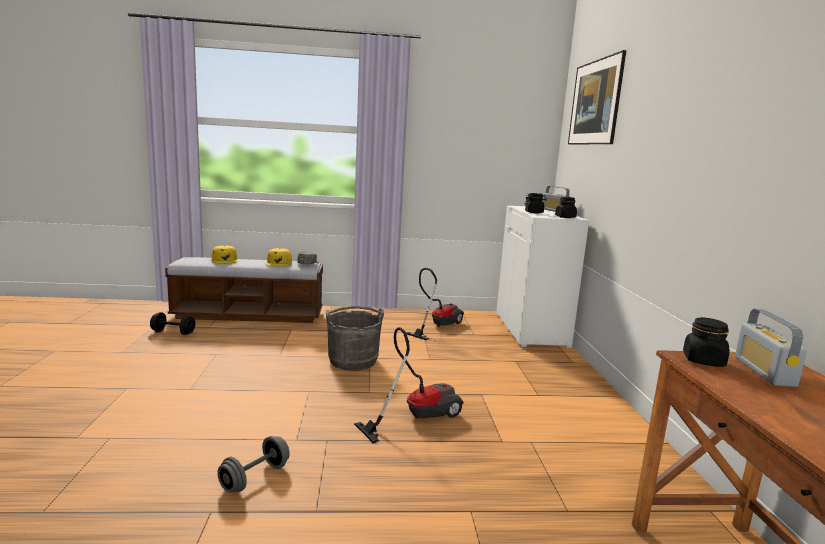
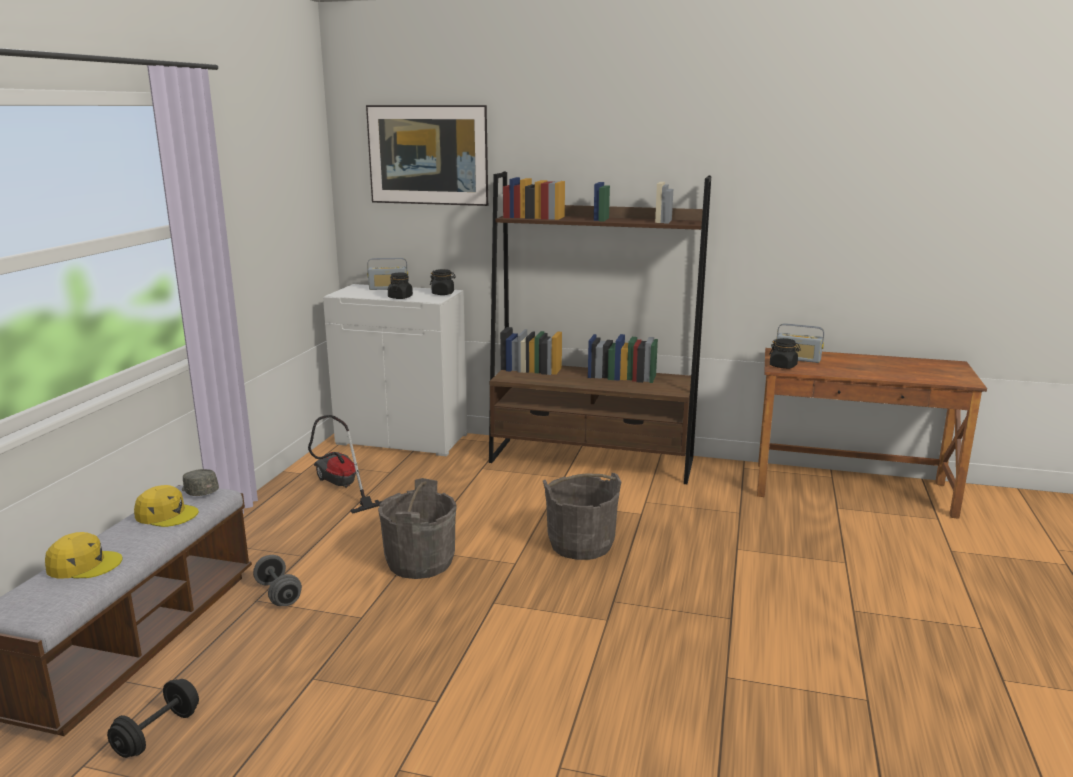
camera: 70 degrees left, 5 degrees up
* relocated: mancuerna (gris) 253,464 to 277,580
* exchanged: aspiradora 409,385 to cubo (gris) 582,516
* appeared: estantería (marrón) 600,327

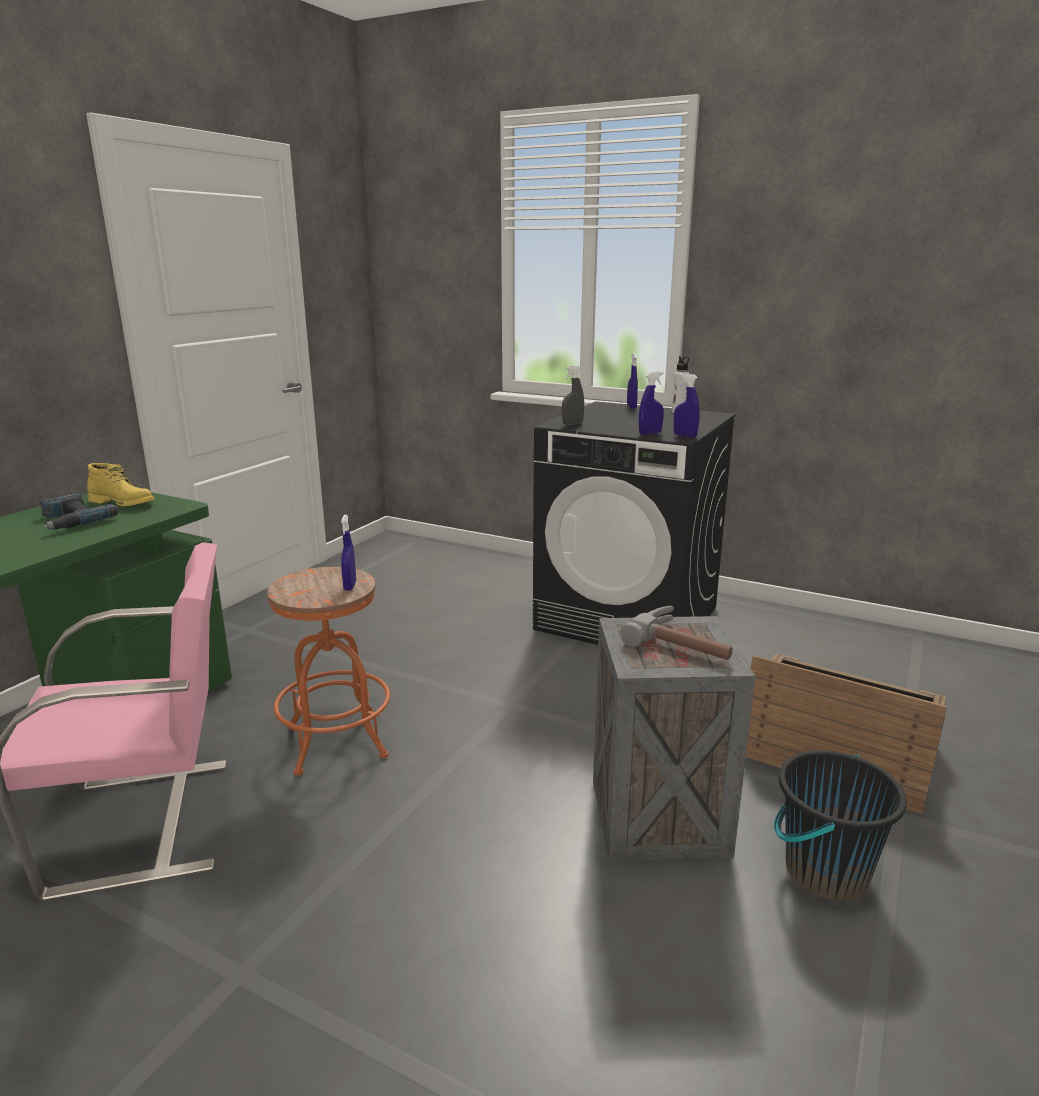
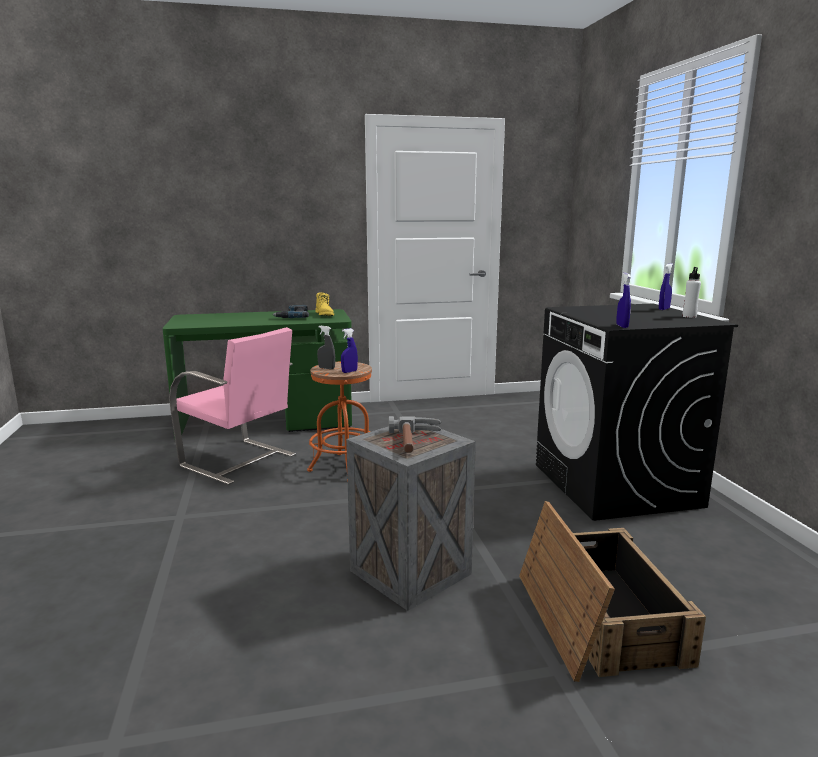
camera: 50 degrees right, 5 degrees down
* relocated: pulverizador (gris) 573,395 to 326,347
* missing: pulverizador (azul) 651,403
* missing: cubo (negro) 840,825

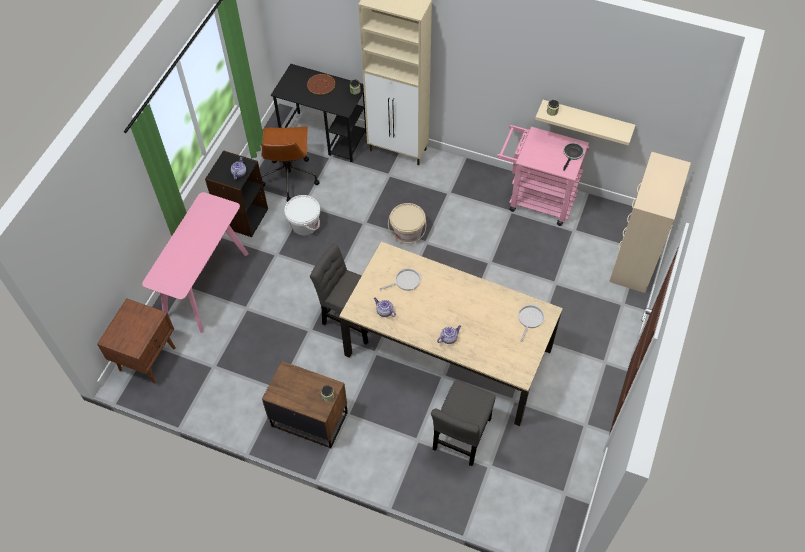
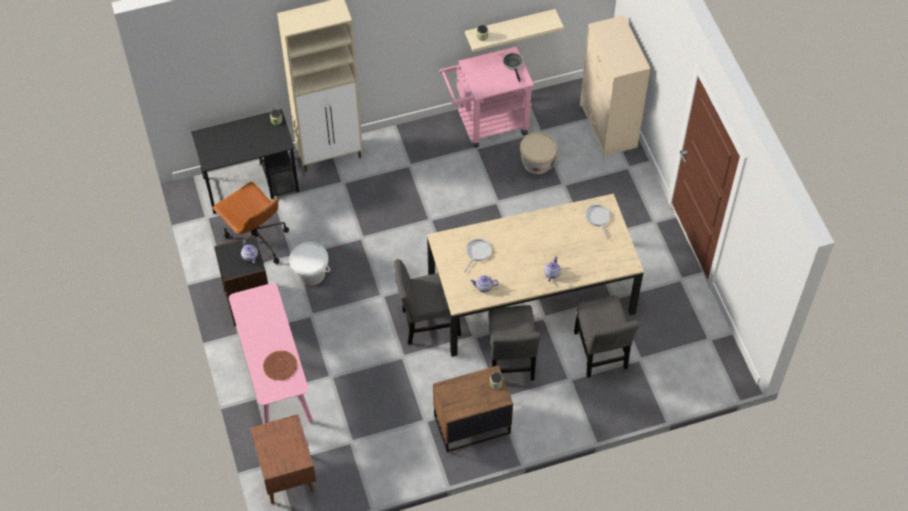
camera: 40 degrees left, 0 degrees up
* relocated: plato (marrón) 321,84 to 280,365
* relocated: cubo (beis) 407,223 to 539,153
* appeared: silla (gris) 515,343

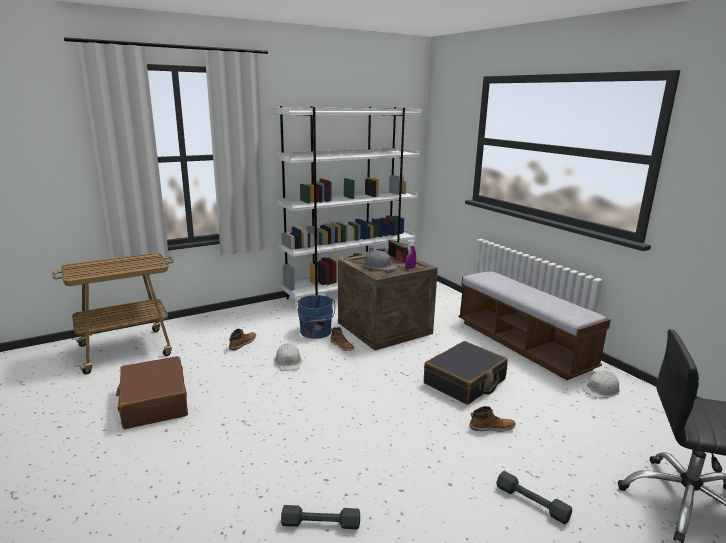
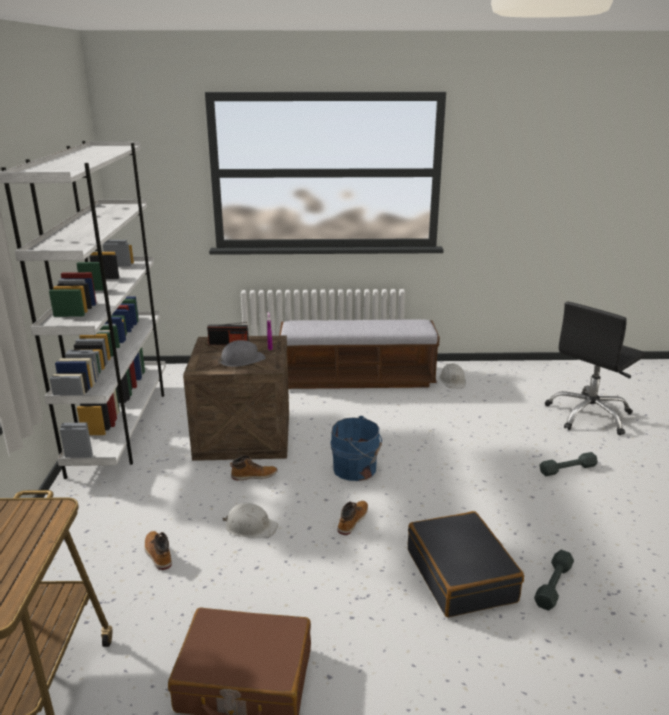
camera: 60 degrees left, 5 degrees up
* relocated: cubo (azul) 315,317 to 356,448
* relocated: maleta (negro) 466,373 to 466,564
* relocated: bota 493,419 to 353,518

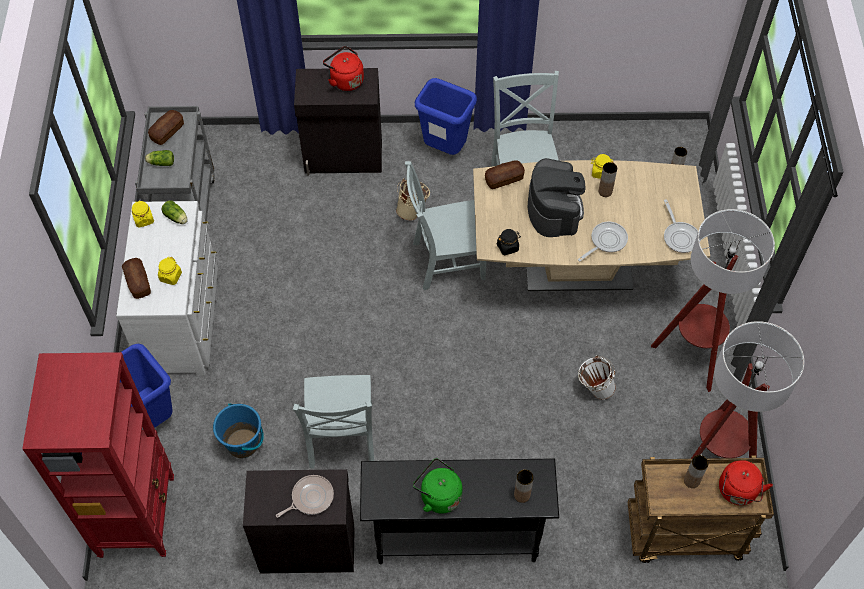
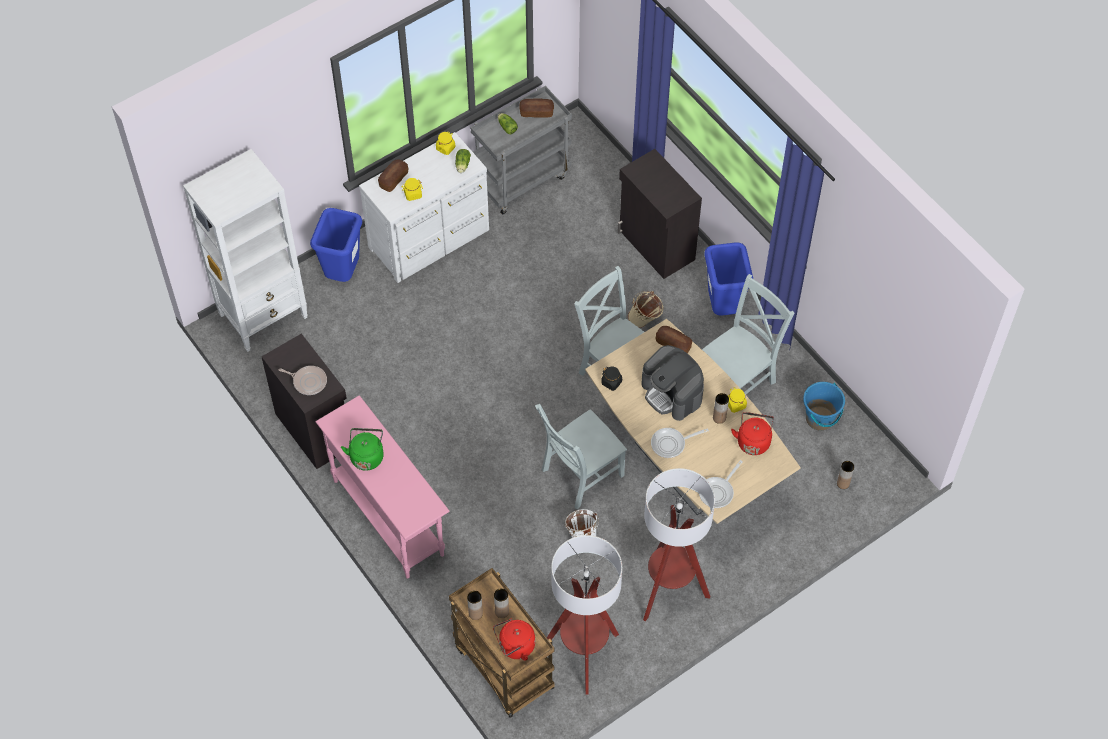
camera: 55 degrees right, 0 degrees up
* colour: estantería (rojo) 98,455 to estantería (blanco) 245,250
* relocated: cubo (azul) 238,430 to 824,406
* relocated: silla (gris) 333,422 to 581,456
* relocated: hervidor (rojo) 343,68 to 752,433
* colour: mesa consola (negro) 459,511 to mesa consola (rosa) 383,487
* relocated: florero (marrón) 524,486 to 475,605
* spun: cafetera 557,197 = 672,383 90 degrees clockwise
* spun: sartén 603,242 = 680,443 150 degrees clockwise

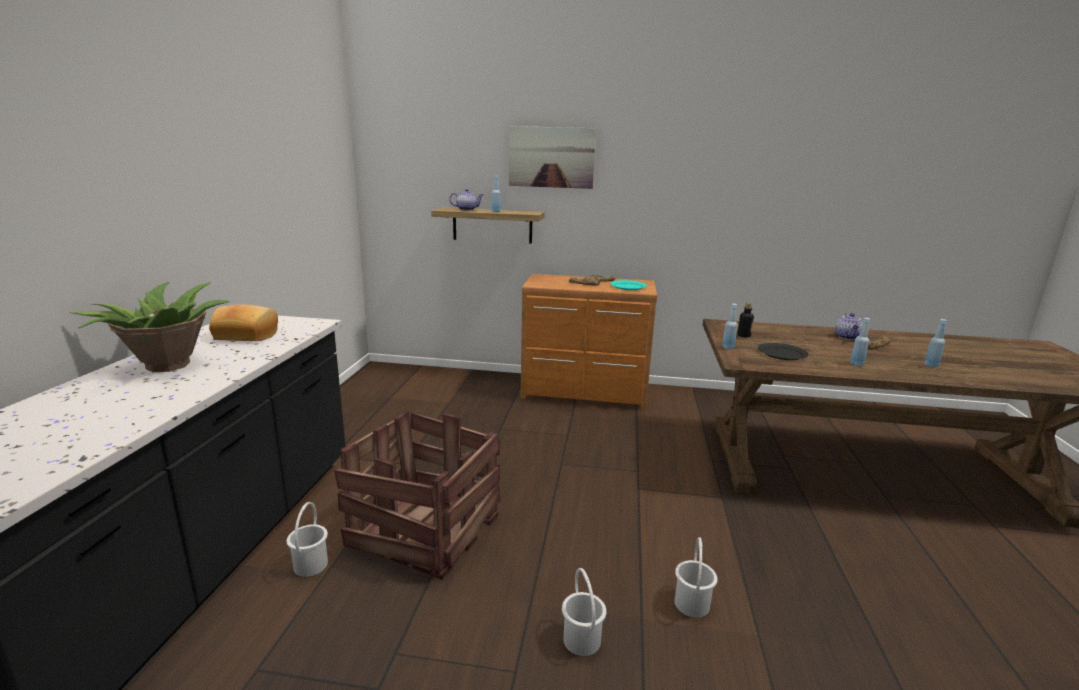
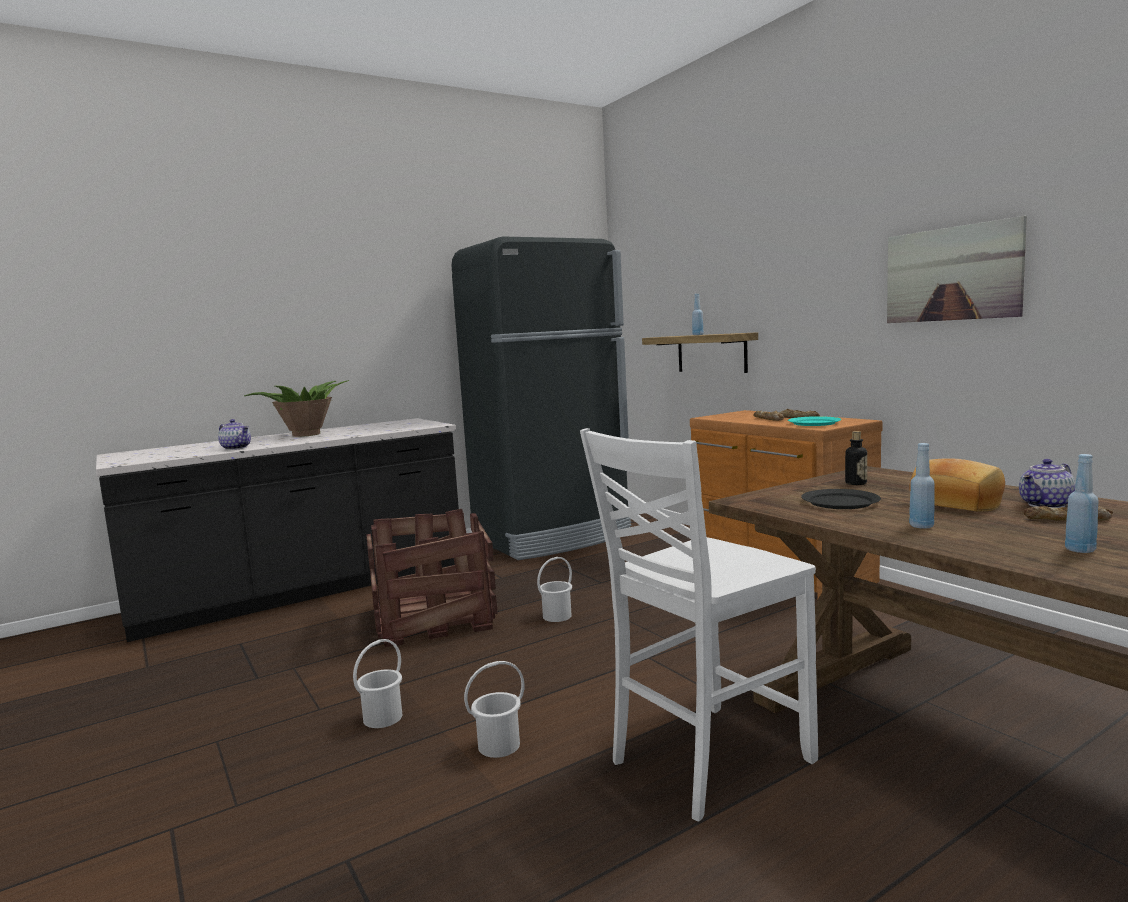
camera: 50 degrees right, 10 degrees down
* relocated: pan 243,322 to 957,485
* relocated: cubo (blanco) 307,539 to 554,589
* relocated: tetera 466,200 to 234,434
* relocated: cuadro 552,157 to 957,269
* missing: botella (azul) 729,326
* appeared: nevera (negro) 541,398
* appeared: silla (blanco) 699,624

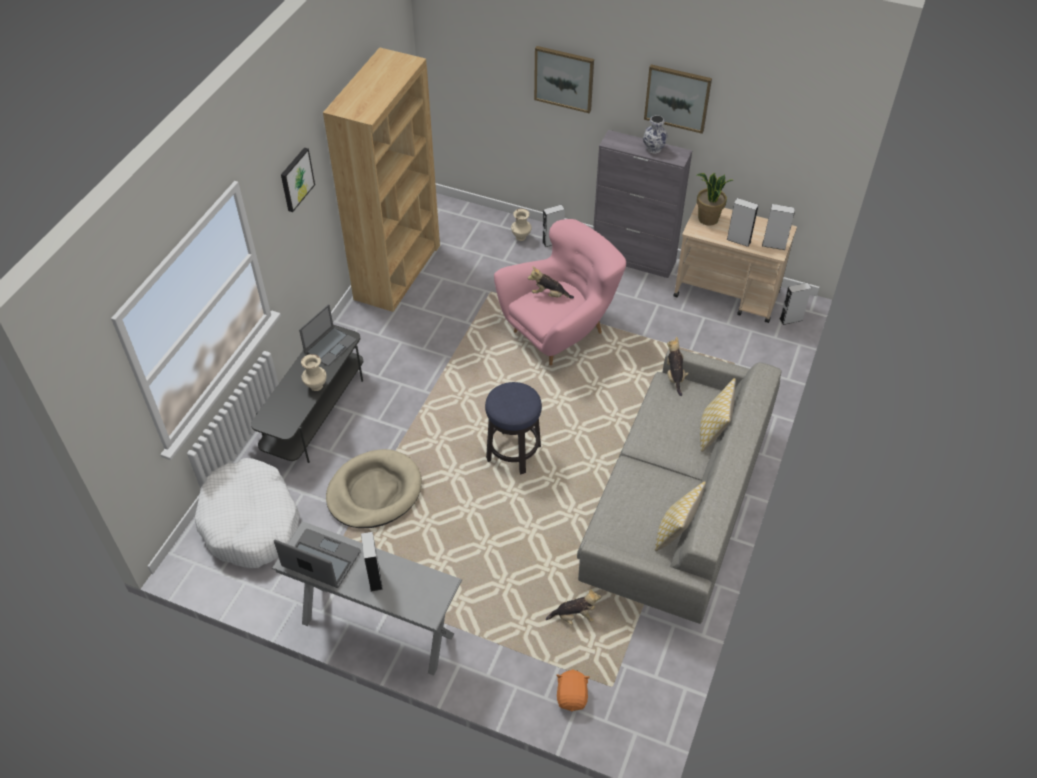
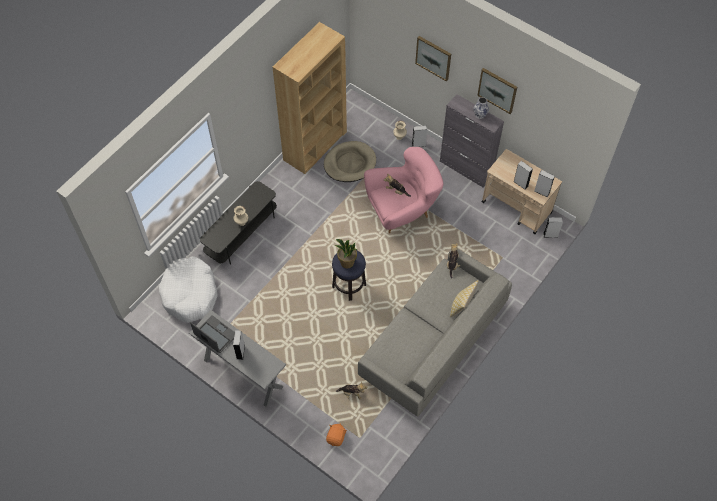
camera: 15 degrees right, 10 degrees up
* missing: cuadro 298,179
* missing: portátil 328,335
* relocated: cama para perro (beis) 374,488 to 350,161
* missing: cojín 680,516
* relocated: planta en maceta 715,199 to 346,253

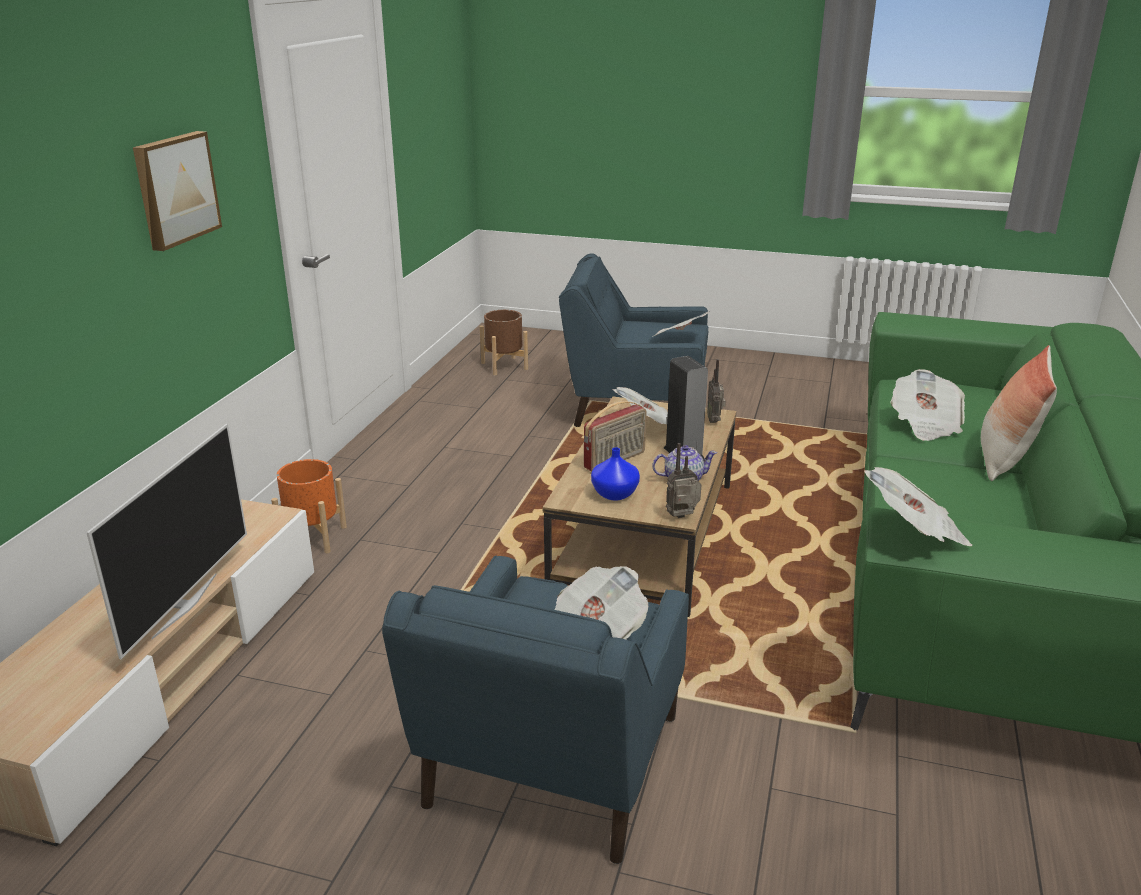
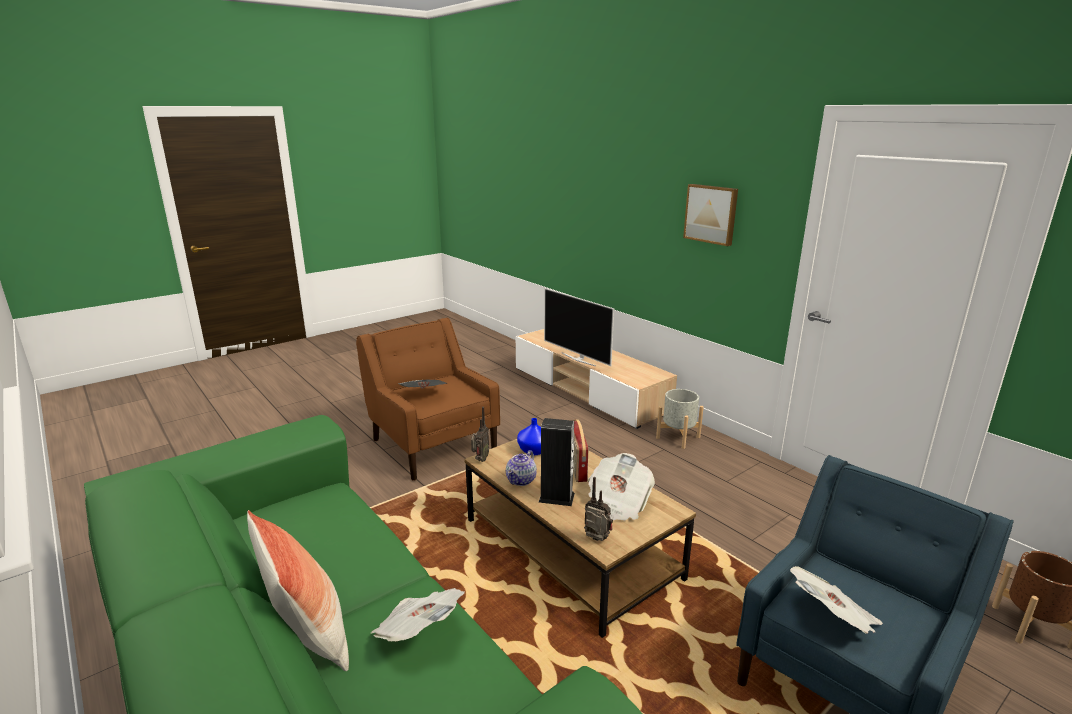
camera: 125 degrees right, 5 degrees down
* colour: maceta (naranja) 309,506 to maceta (gris) 680,419
* colour: sillón (azul) 535,710 to sillón (marrón) 428,399
* missing: periódico 918,506

